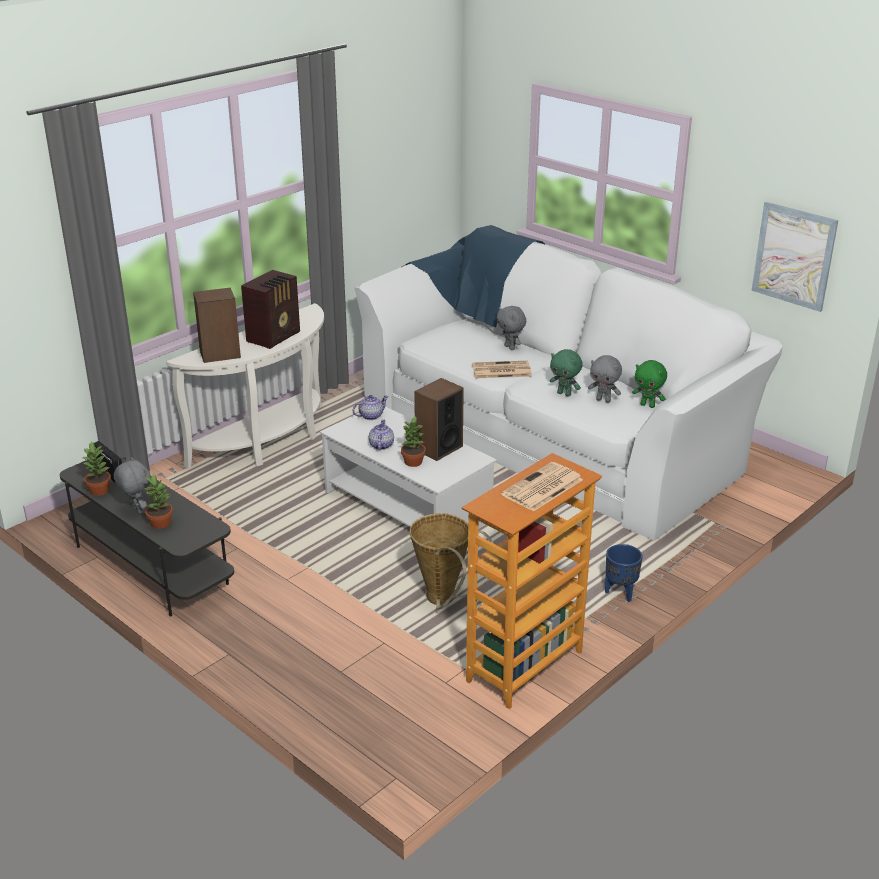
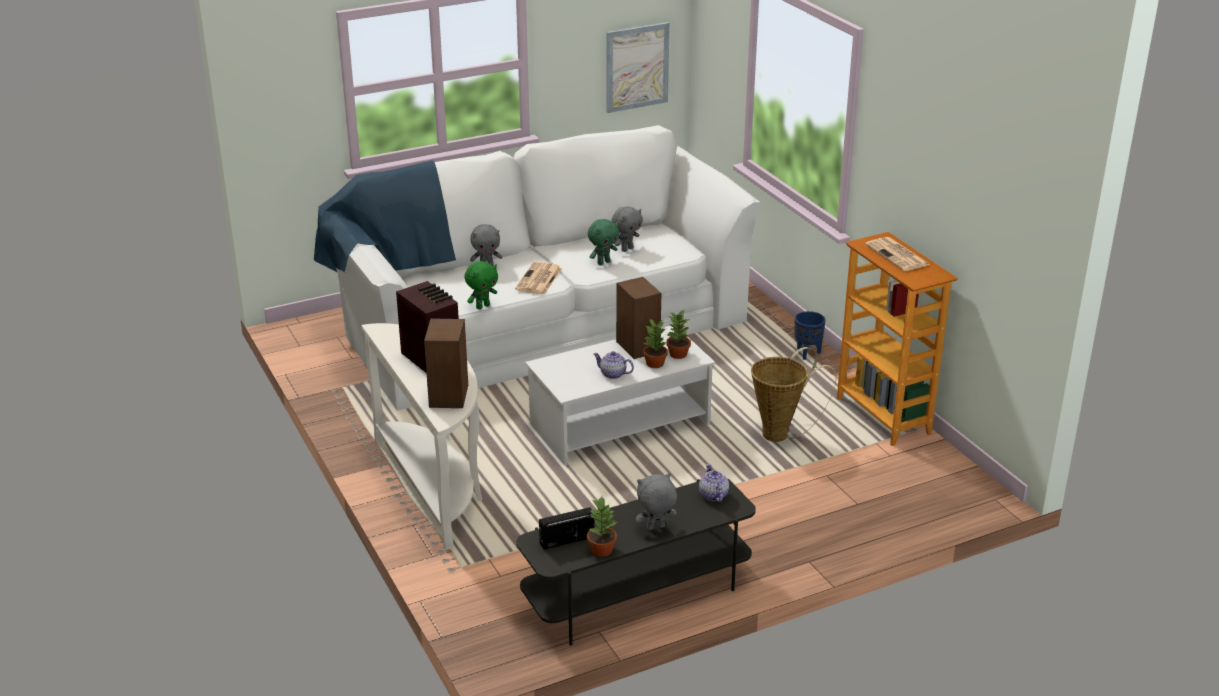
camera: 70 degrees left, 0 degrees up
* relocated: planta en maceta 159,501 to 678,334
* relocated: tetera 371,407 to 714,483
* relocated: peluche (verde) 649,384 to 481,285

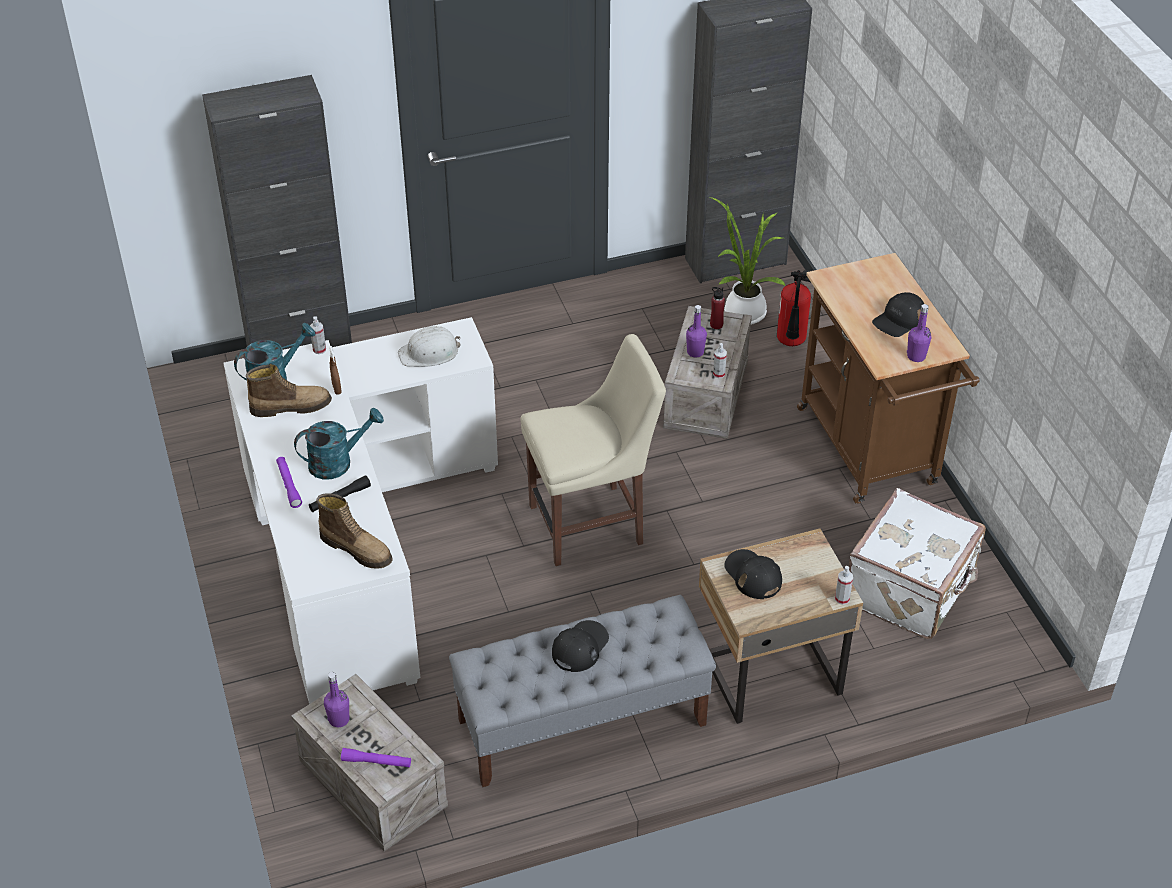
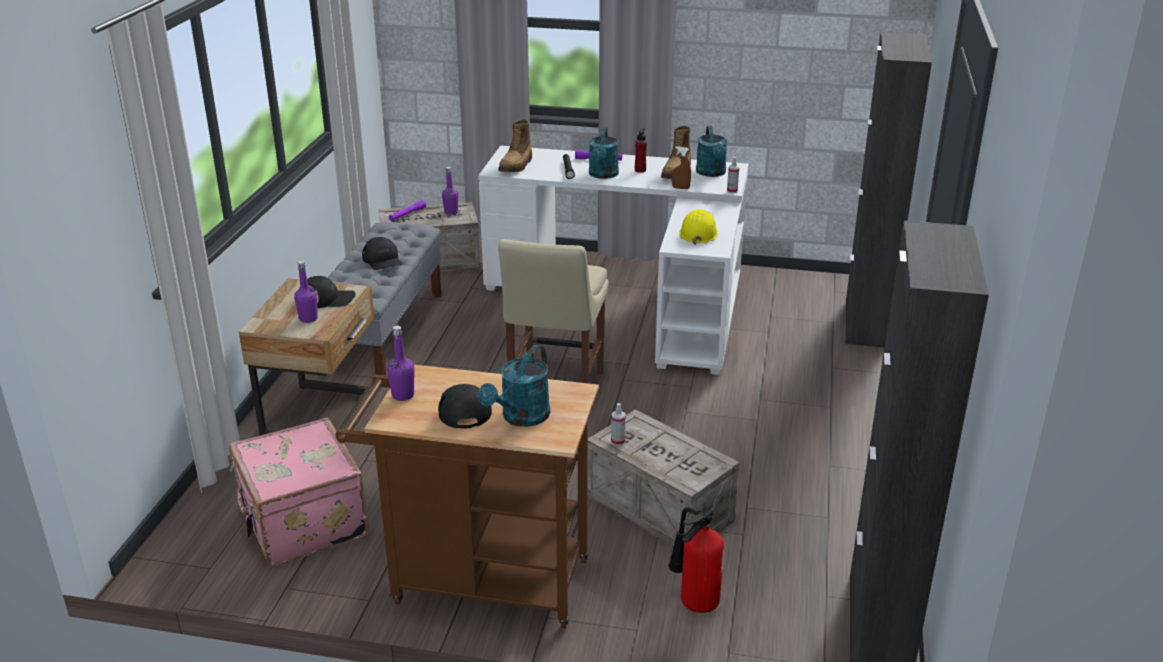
camera: 120 degrees right, 15 degrees down
* spun: bota 354,531 = 515,146 45 degrees counterclockwise
* colour: casco (blanco) 429,346 to casco (amarillo) 698,227
* relocated: botella (morado) 696,331 to 306,292
* missing: planta en maceta 746,260
* relocated: botella (rojo) 717,308 to 641,150
* missing: pulverizador 844,585
* colour: maleta (blanco) 917,563 to maleta (rosa) 299,491
* appeared: regadera (turquesa) 514,386

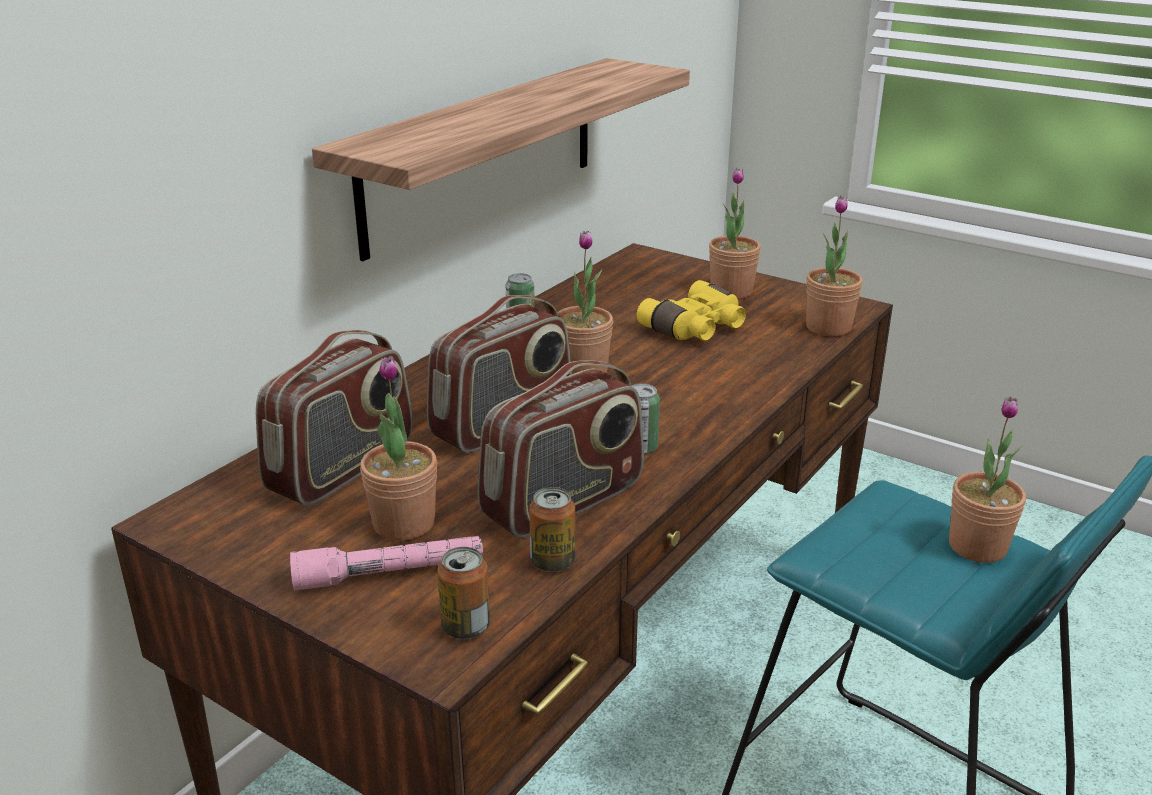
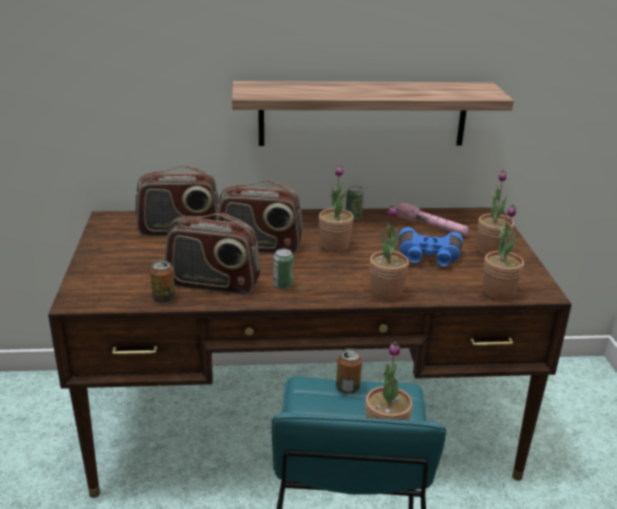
camera: 50 degrees right, 0 degrees up
* relocated: linterna (rosa) 386,563 to 433,219
* relocated: planta en maceta 398,448 to 389,253
* relocated: lata 463,593 to 349,371
* colour: prismáticos (amarillo) 691,310 to prismáticos (azul) 431,246

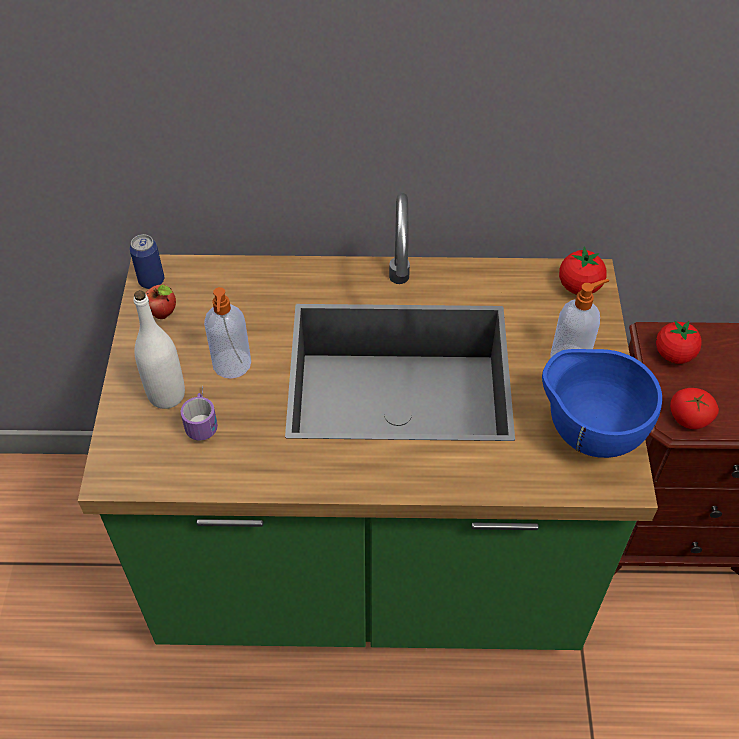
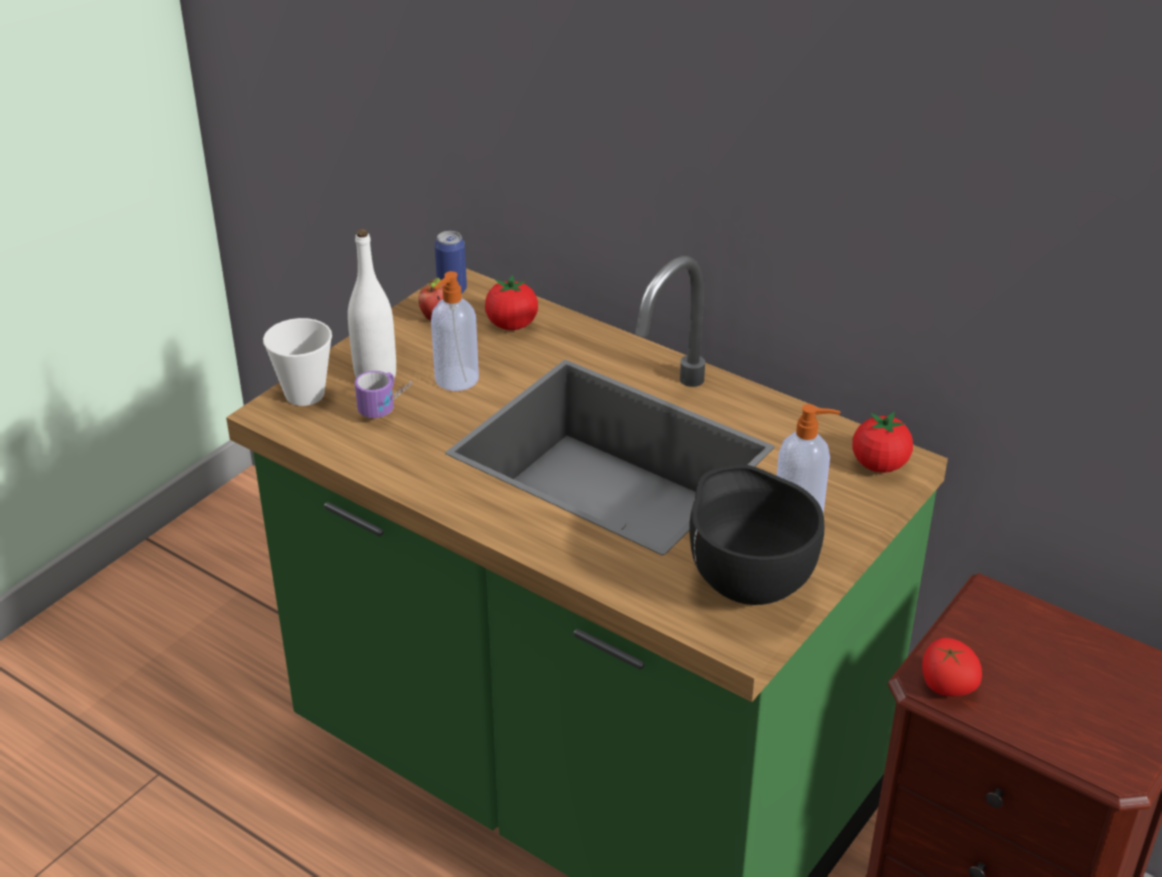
camera: 35 degrees right, 15 degrees down
* colour: cuenco (azul) 602,403 to cuenco (negro) 756,534
* relocated: tomate 679,342 to 511,302
* appeared: taza 297,362

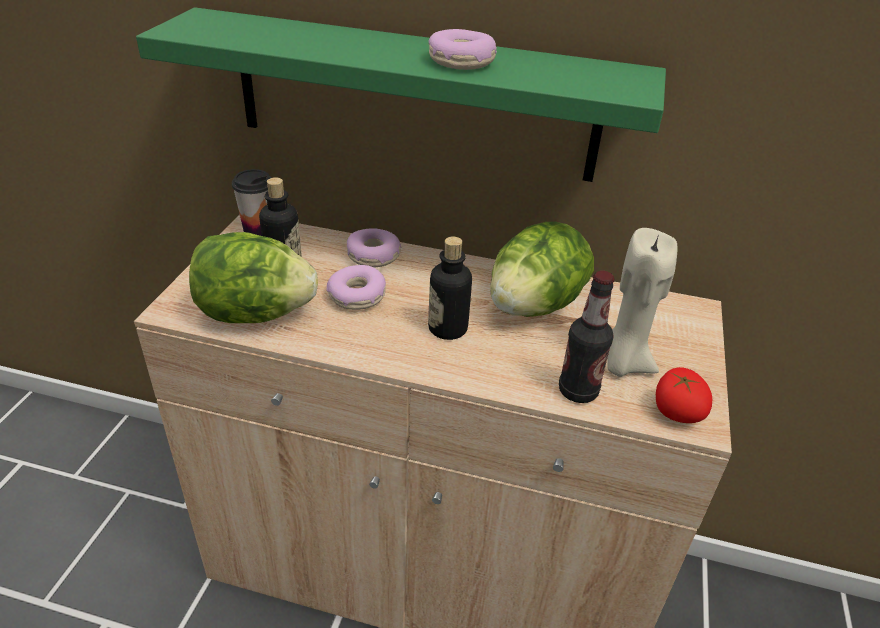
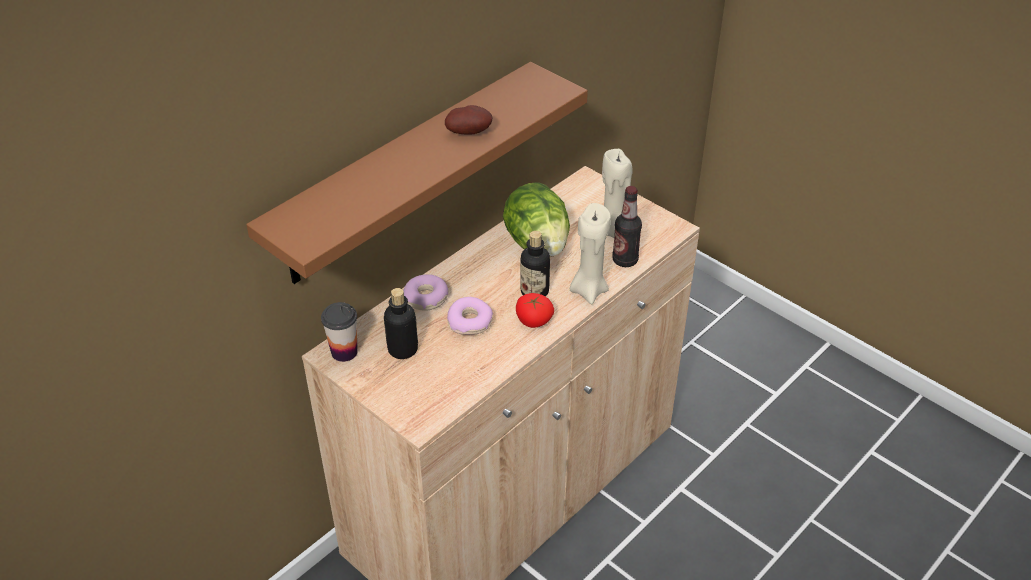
camera: 60 degrees left, 5 degrees up
* colour: estante (verde) 401,94 to estante (marrón) 417,173
* missing: lechuga 253,277
* exchanged: rosquilla 462,49 to patata 468,120
* relocated: tomate 684,395 to 535,310
* appeared: vela (beis) 590,253

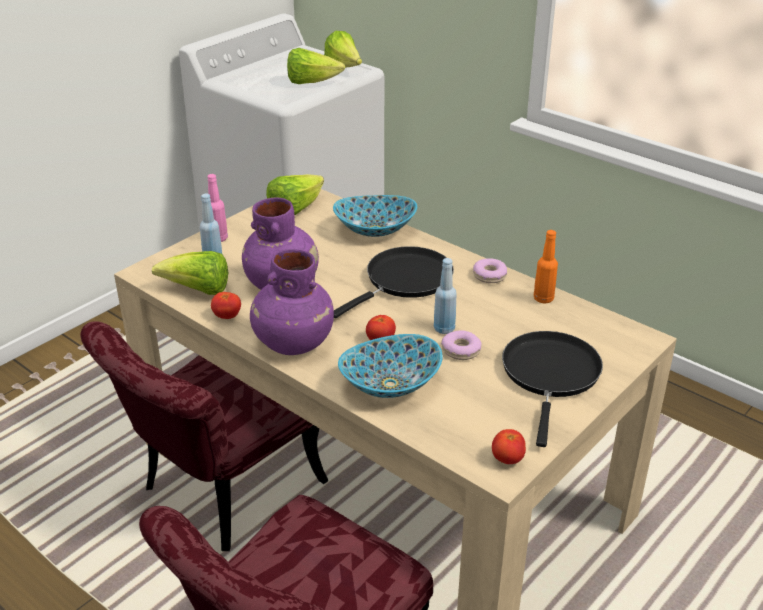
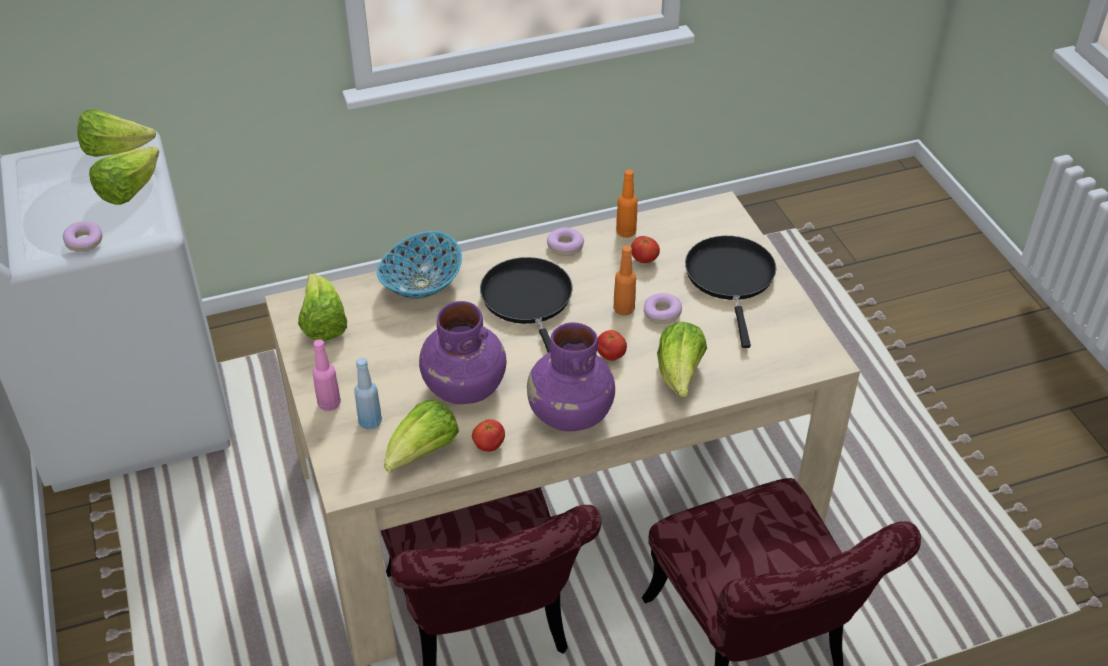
camera: 60 degrees left, 10 degrees up
* exchanged: cuenco 390,366 to lechuga 682,359
* colour: botella (azul) 445,296 to botella (naranja) 624,281
* relocated: tomate 509,446 to 645,249
* spun: sartén (negro) 552,389 = 730,292 45 degrees clockwise
* appeared: rosquilla 83,236

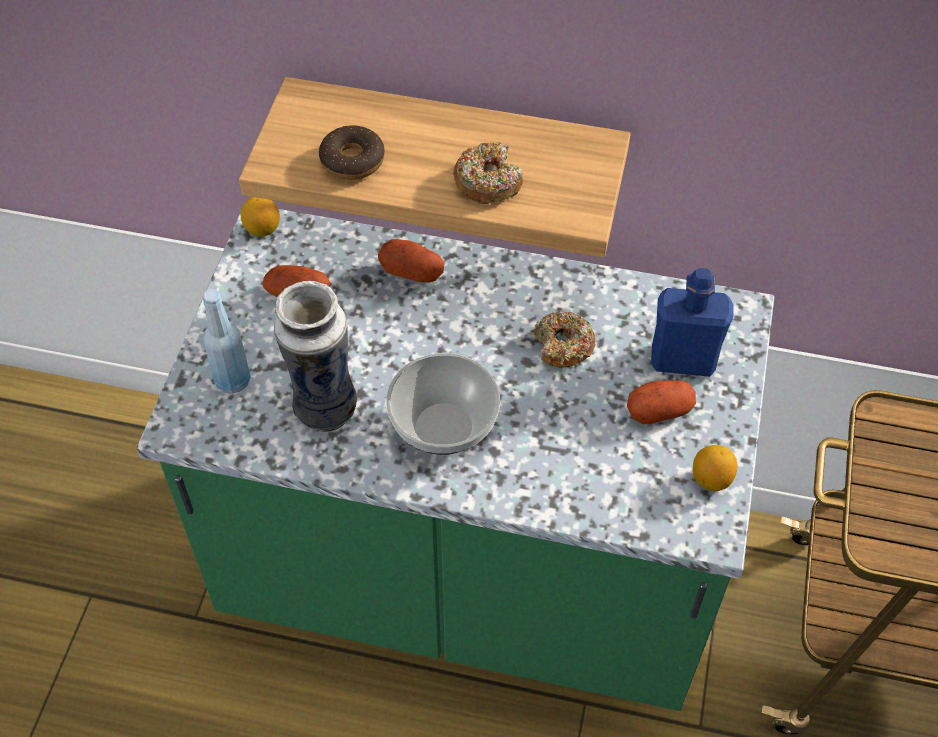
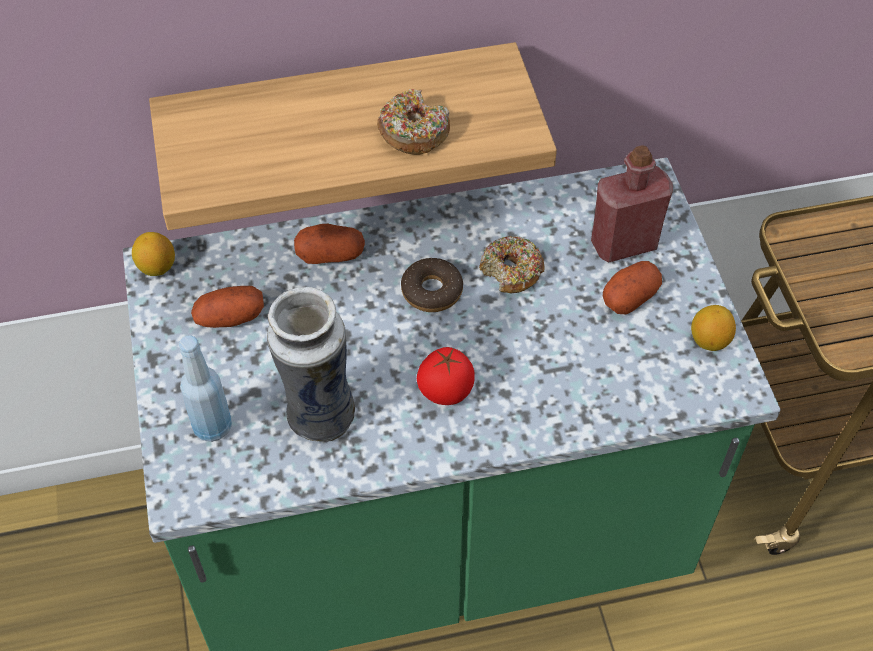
camera: 25 degrees left, 0 degrees up
* relocated: rosquilla 352,152 to 432,284
* exchanged: cuenco 443,404 to tomate 446,376
* colour: botella (azul) 692,322 to botella (rojo) 632,204

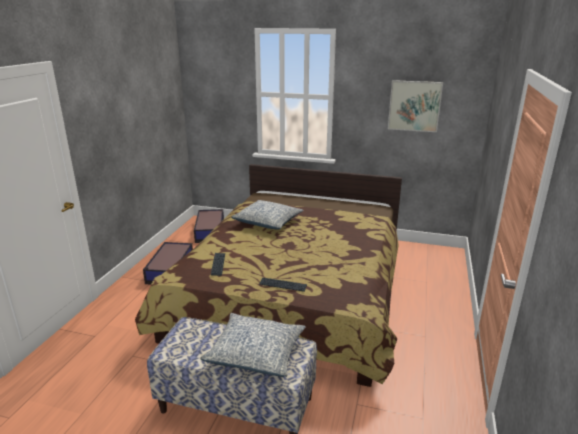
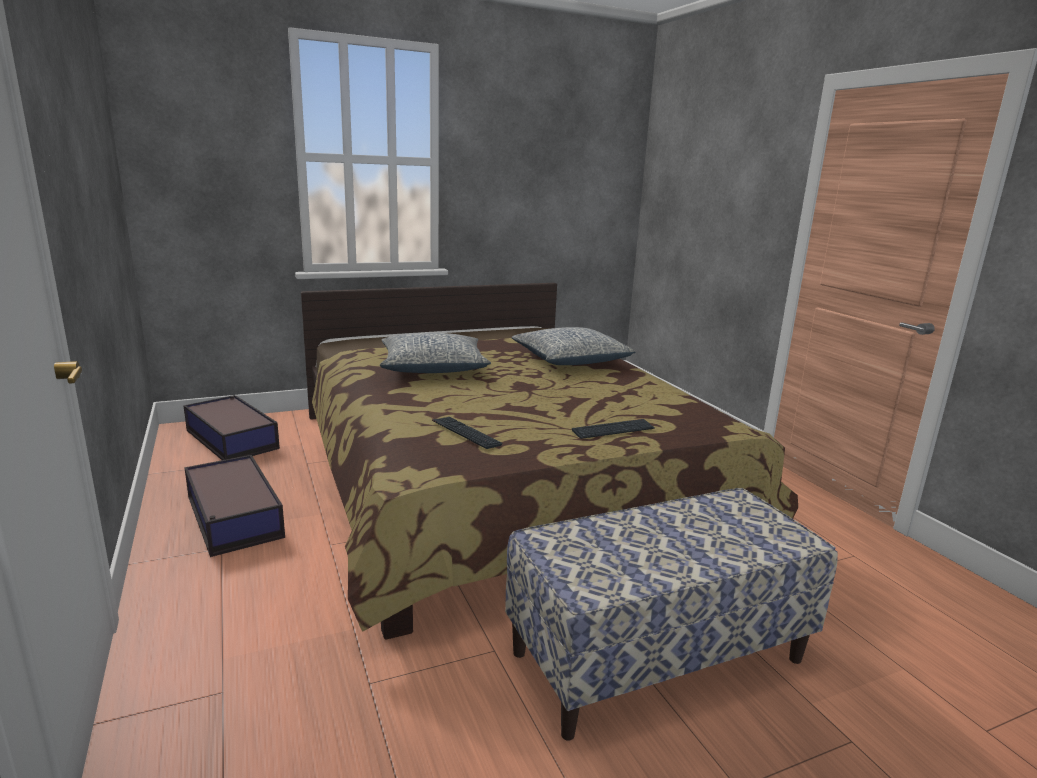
camera: 40 degrees left, 5 degrees down
* relocated: cojín 253,345 to 574,346
* missing: cuadro 415,106

